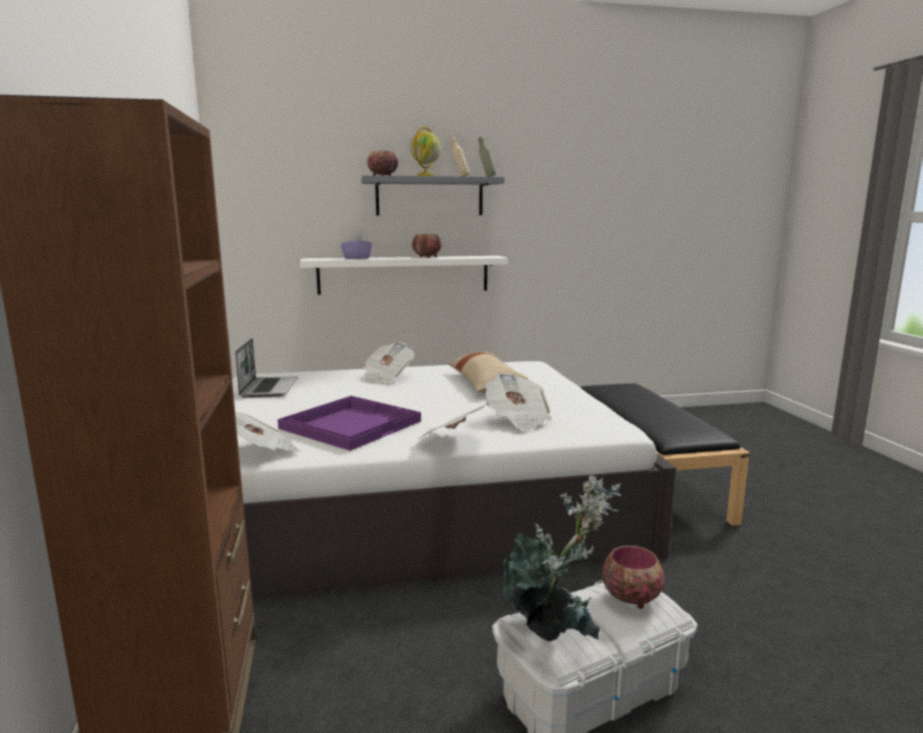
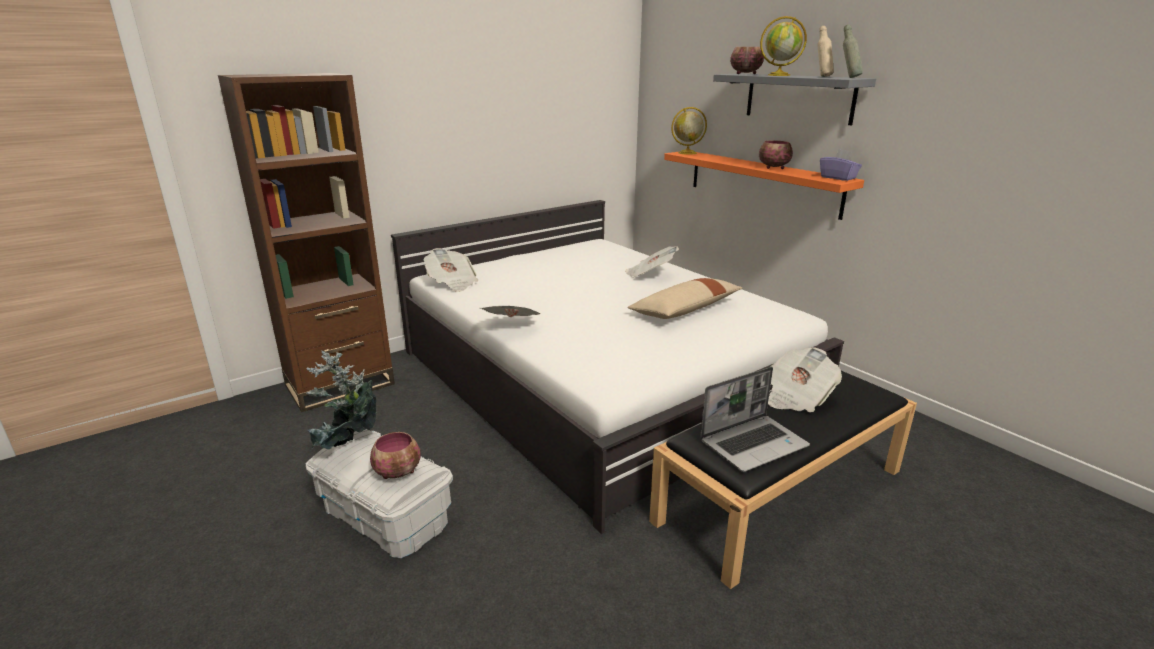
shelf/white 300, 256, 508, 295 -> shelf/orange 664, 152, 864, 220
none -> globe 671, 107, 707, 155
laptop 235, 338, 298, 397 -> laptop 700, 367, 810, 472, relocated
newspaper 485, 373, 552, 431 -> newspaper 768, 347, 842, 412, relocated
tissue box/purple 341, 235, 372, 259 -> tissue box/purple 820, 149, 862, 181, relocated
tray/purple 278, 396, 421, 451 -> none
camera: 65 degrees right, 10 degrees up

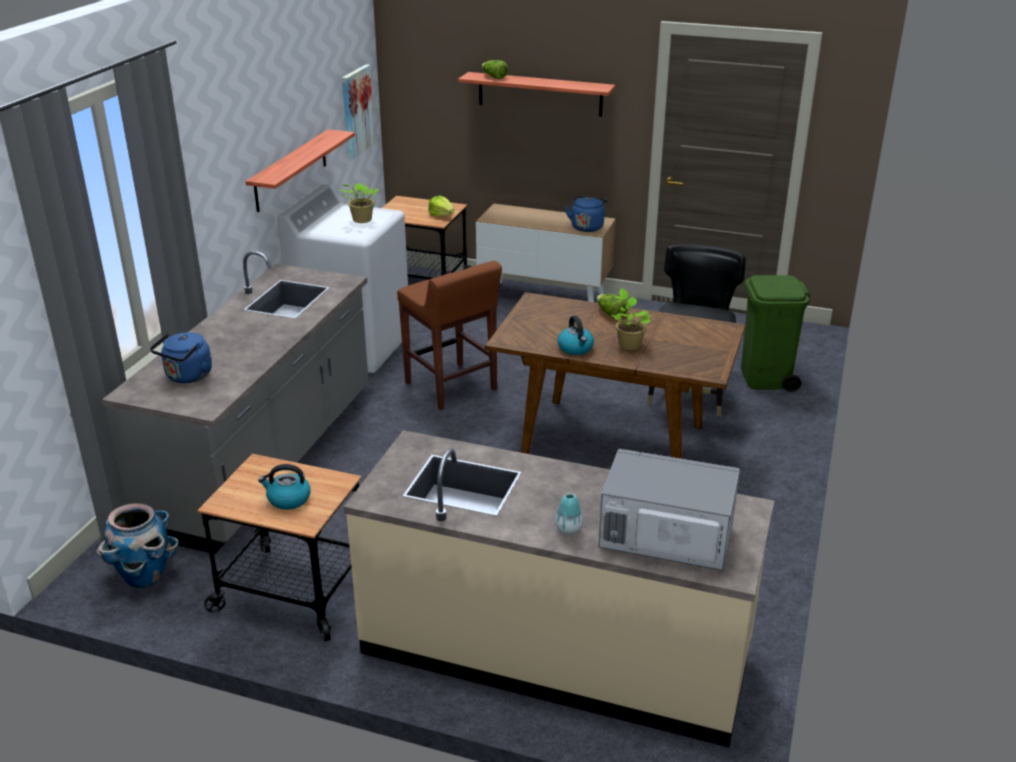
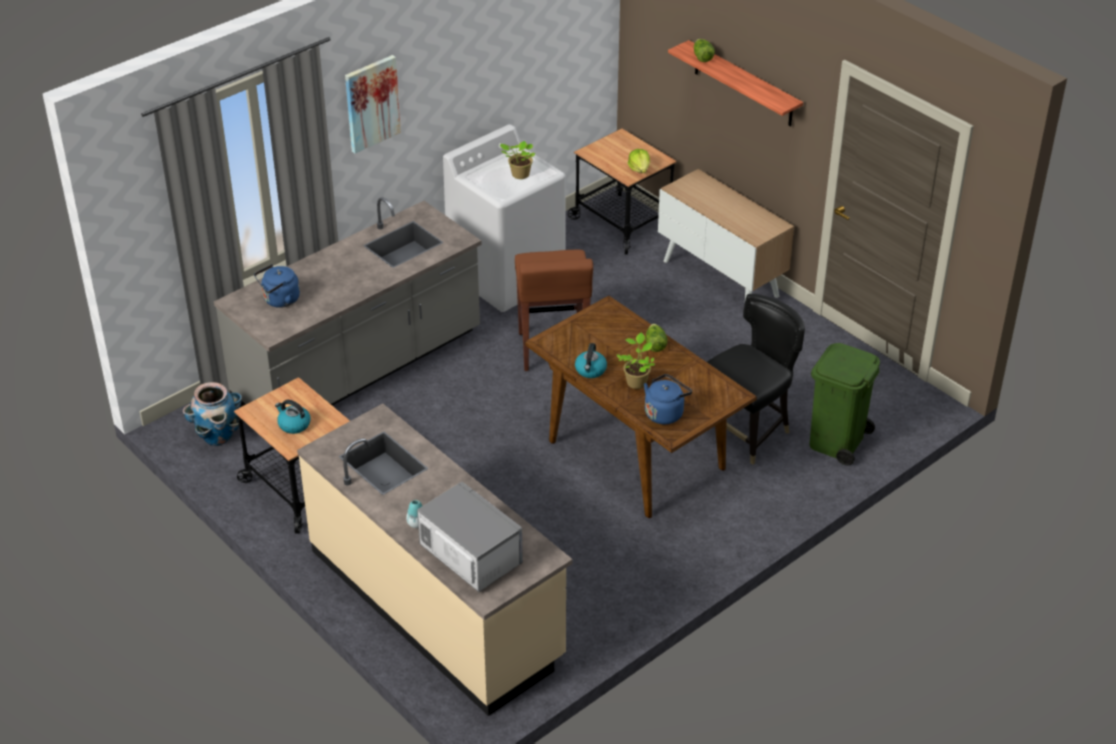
picture 342, 64, 375, 160 -> picture 345, 55, 401, 153, relocated
kettle/blue 565, 196, 607, 232 -> kettle/blue 644, 374, 692, 424, relocated
shelf 245, 129, 355, 212 -> none
camera: 30 degrees right, 10 degrees up

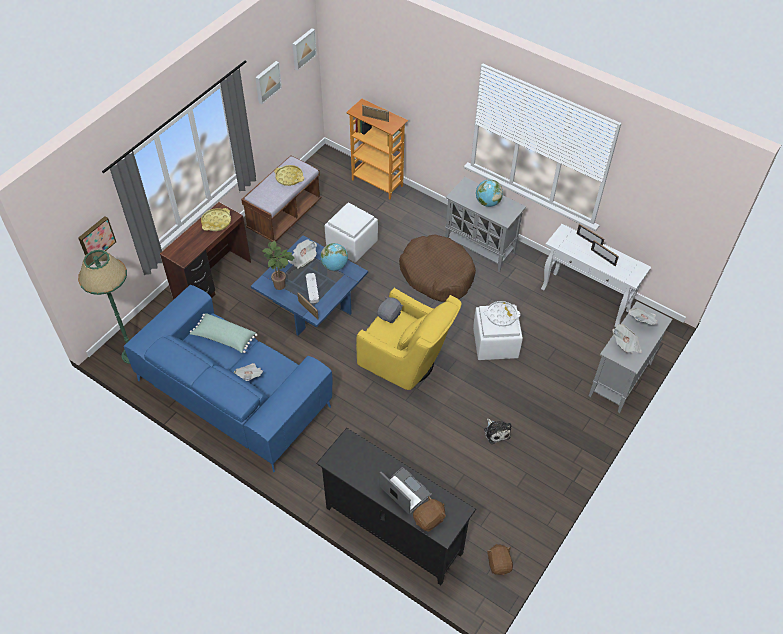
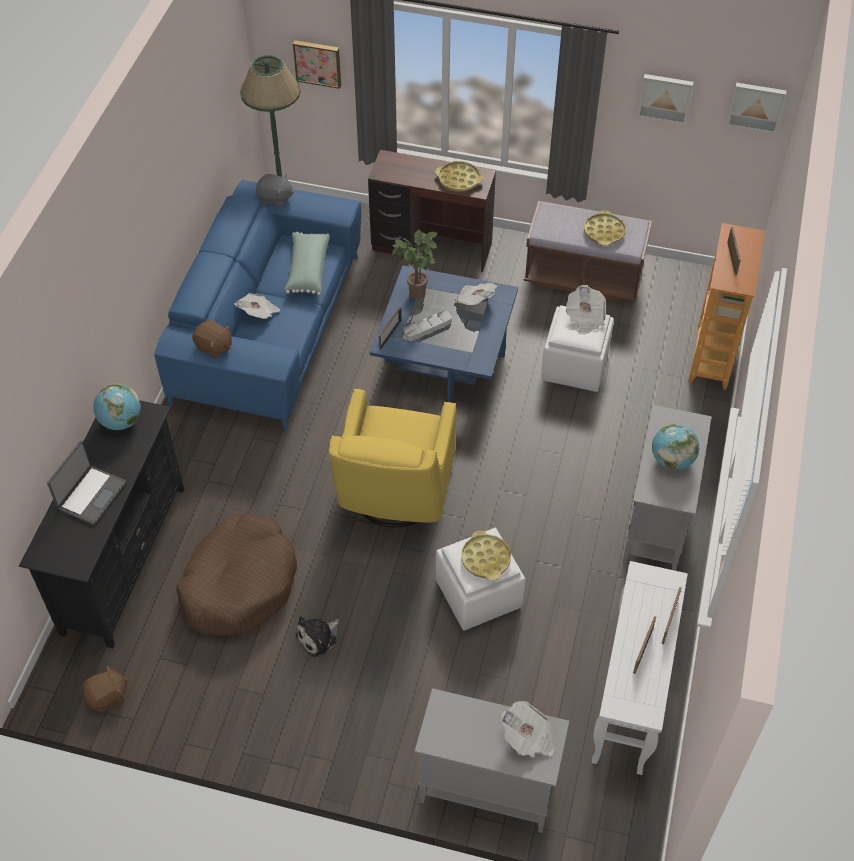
globe 320, 243, 348, 271 -> globe 93, 383, 141, 430, relocated
dog bed/brown 399, 234, 476, 302 -> dog bed/brown 176, 513, 297, 636, relocated
plush toy/brown 413, 496, 446, 532 -> plush toy/brown 192, 320, 232, 359, relocated
plush toy/grey 377, 296, 403, 323 -> plush toy/grey 256, 174, 294, 207, relocated
tray/white 484, 301, 520, 326 -> tray/yellow 461, 531, 511, 581
newspaper 613, 324, 642, 353 -> newspaper 566, 285, 606, 335, relocated
camera: 70 degrees right, 0 degrees up

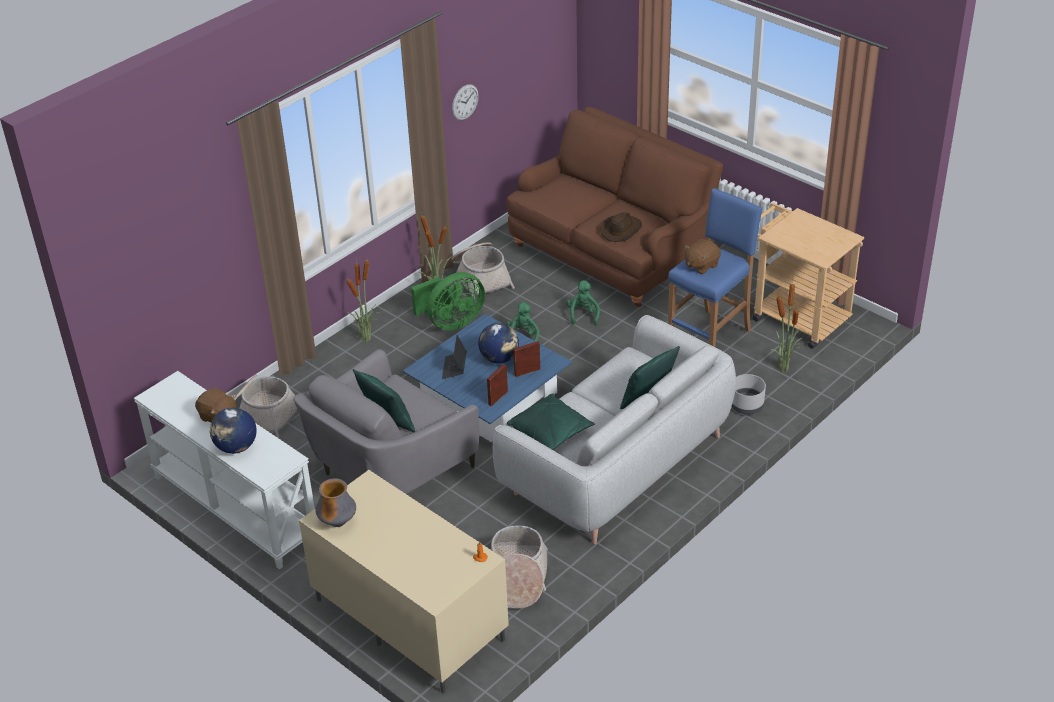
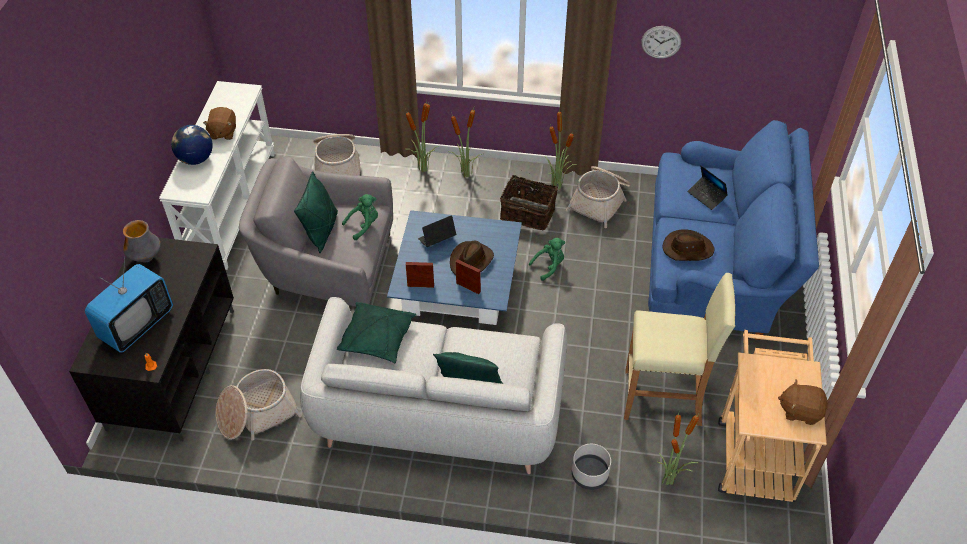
tv stand/beige 299, 470, 509, 694 -> tv stand/black 69, 237, 234, 441
none -> television 85, 257, 173, 353
plush toy/green 566, 280, 600, 325 -> plush toy/green 342, 194, 378, 240, relocated
none -> potted plant 406, 100, 440, 172
globe 478, 323, 519, 364 -> hat/brown 450, 241, 494, 275
fan/green 411, 272, 485, 330 -> basket 500, 170, 558, 230
stool/blue 668, 188, 763, 347 -> stool/beige 624, 273, 735, 426
sofa/brown 507, 107, 723, 307 -> sofa/blue 648, 120, 819, 340
none -> laptop 687, 166, 728, 210
plush toy/brown 685, 239, 721, 274 -> plush toy/brown 778, 379, 828, 425, relocated
camera: 55 degrees right, 10 degrees up

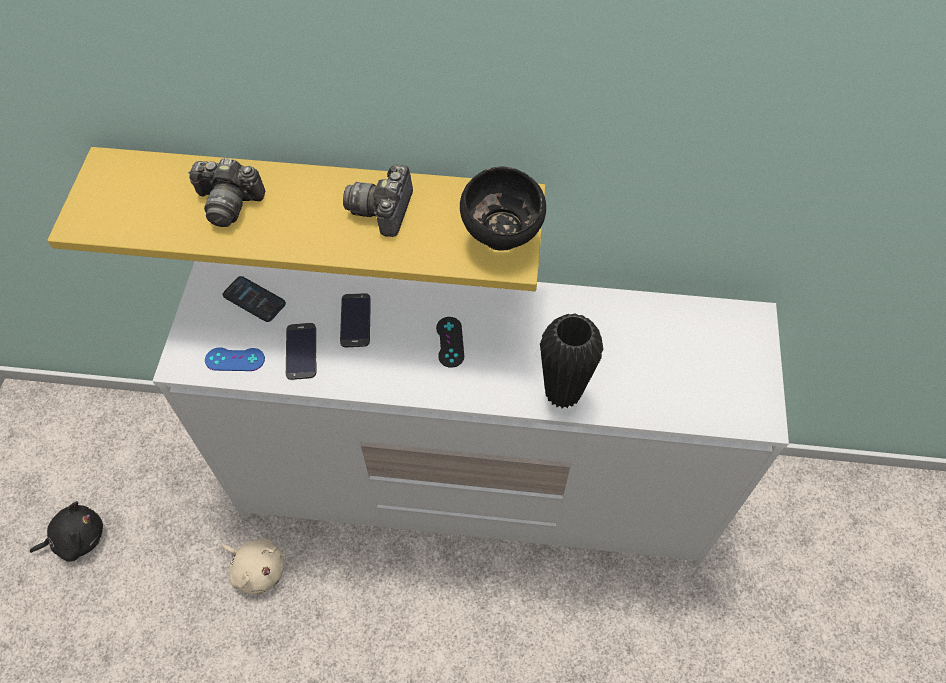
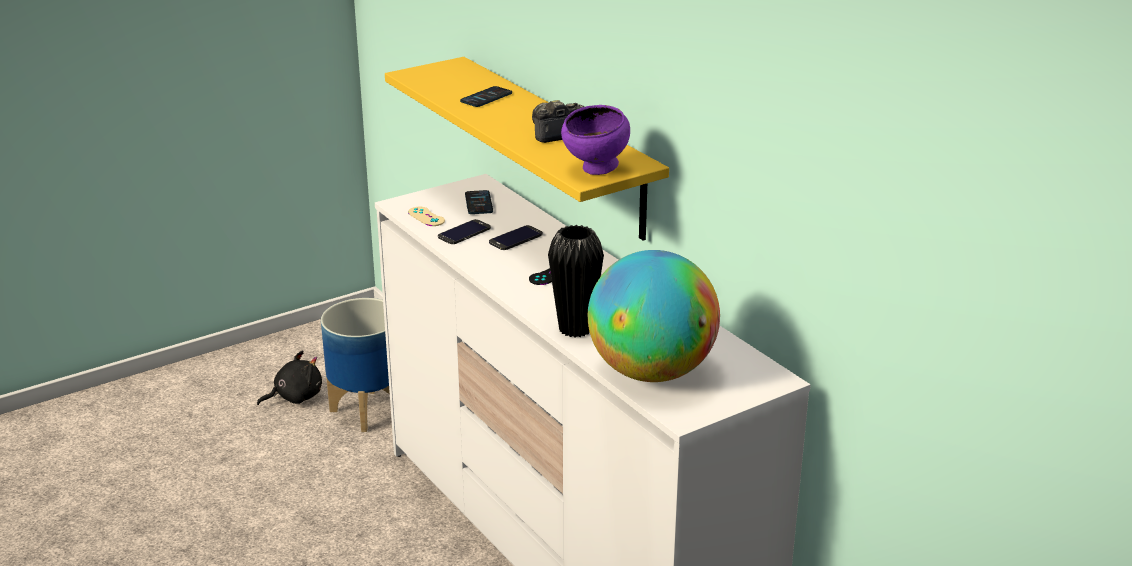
plush toy/black 30, 501, 103, 562 -> plush toy/black 257, 350, 322, 405, 60 degrees counterclockwise
none -> planter 321, 298, 390, 432
game controller/blue 205, 347, 265, 371 -> game controller/beige 408, 207, 445, 226
photo camera 188, 158, 266, 227 -> phone 460, 86, 512, 107
bowl/black 460, 167, 546, 251 -> bowl/purple 561, 105, 630, 175
none -> globe 588, 250, 720, 382
plush toy/beige 222, 539, 284, 595 -> none
camera: 50 degrees right, 30 degrees down

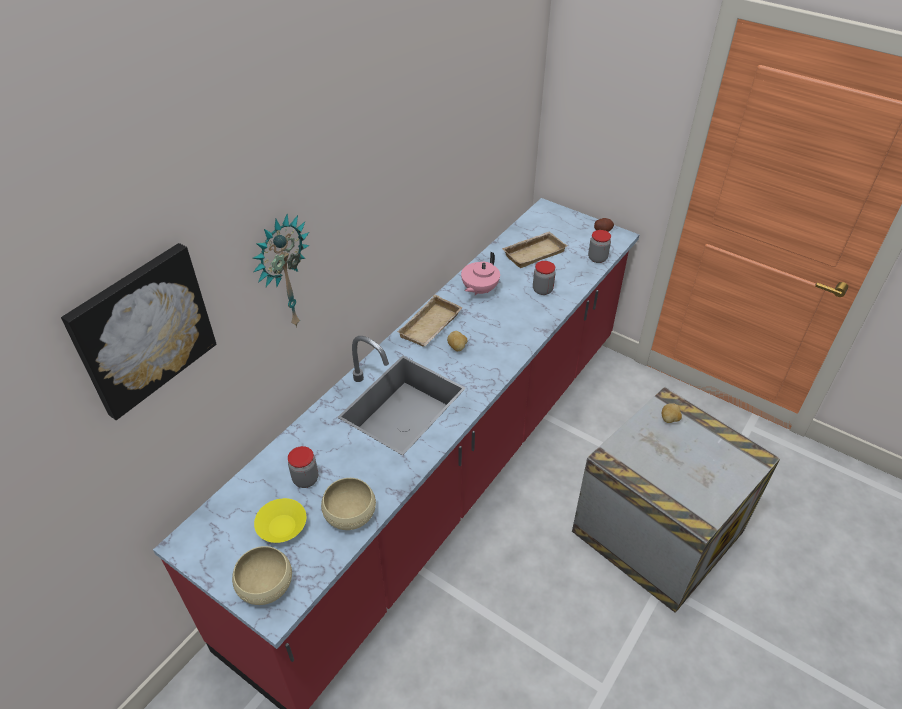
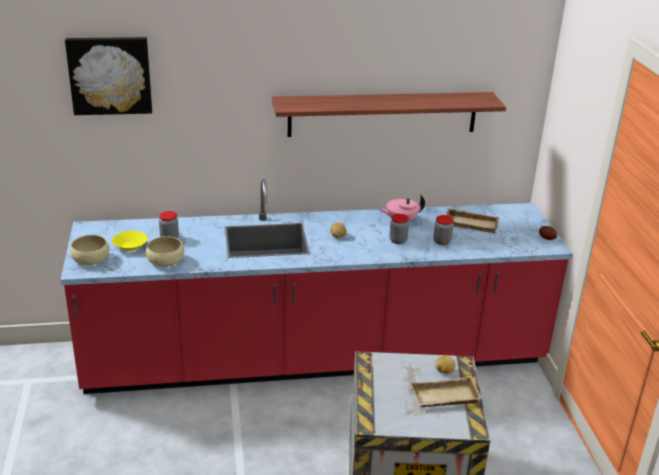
none -> shelf 272, 92, 506, 137
jar 588, 230, 611, 263 -> jar 389, 214, 409, 244, relocated
tray/beige 397, 294, 463, 347 -> tray/beige 410, 376, 482, 407, relocated
wall clock 252, 213, 309, 328 -> none
camera: 45 degrees right, 15 degrees down

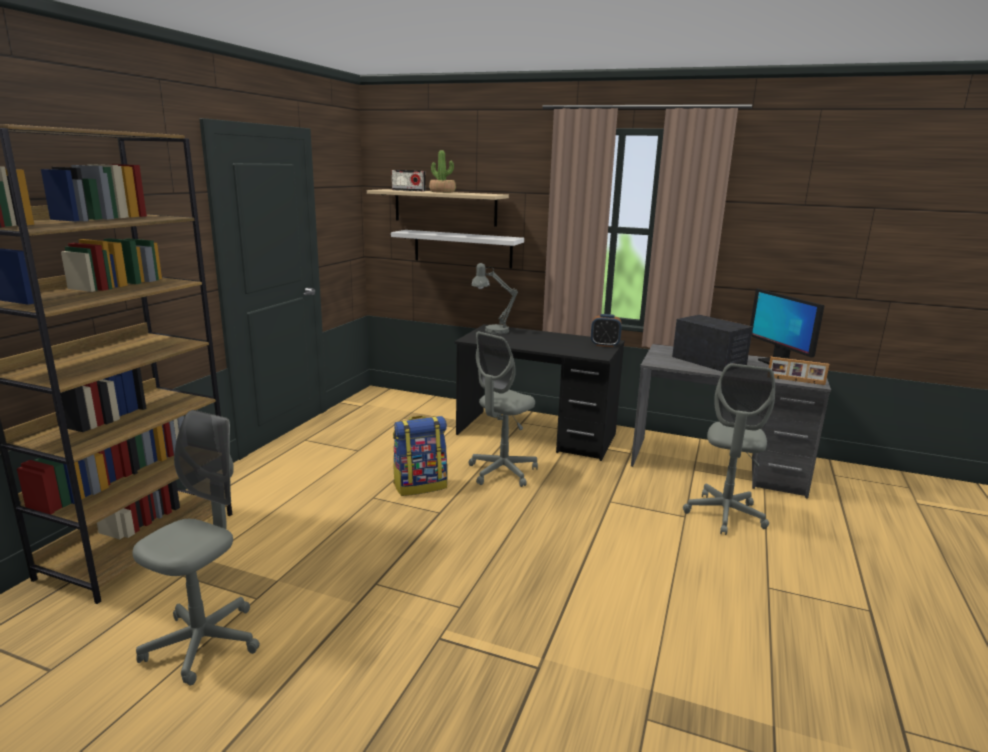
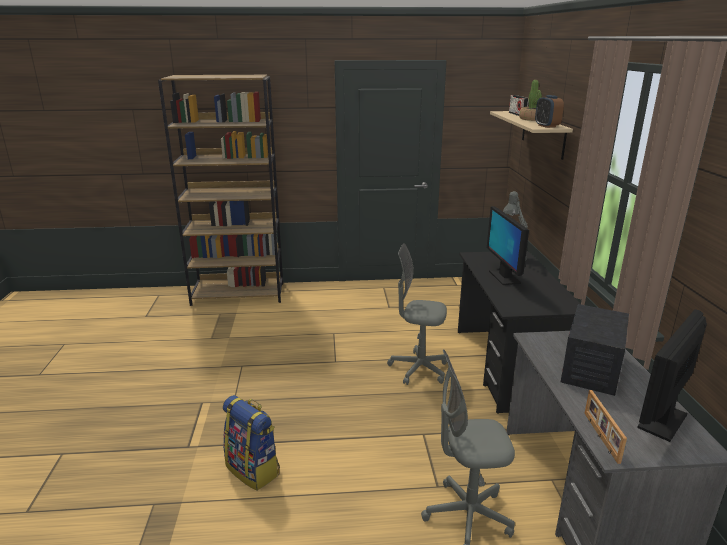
backpack 393, 416, 448, 496 -> backpack 223, 395, 280, 490, relocated
none -> monitor 487, 206, 529, 285
alarm clock 591, 314, 622, 347 -> alarm clock 535, 95, 564, 128, relocated
office chair/grey 133, 410, 260, 686 -> none
shelf/white 391, 230, 524, 268 -> none
camera: 65 degrees right, 5 degrees up

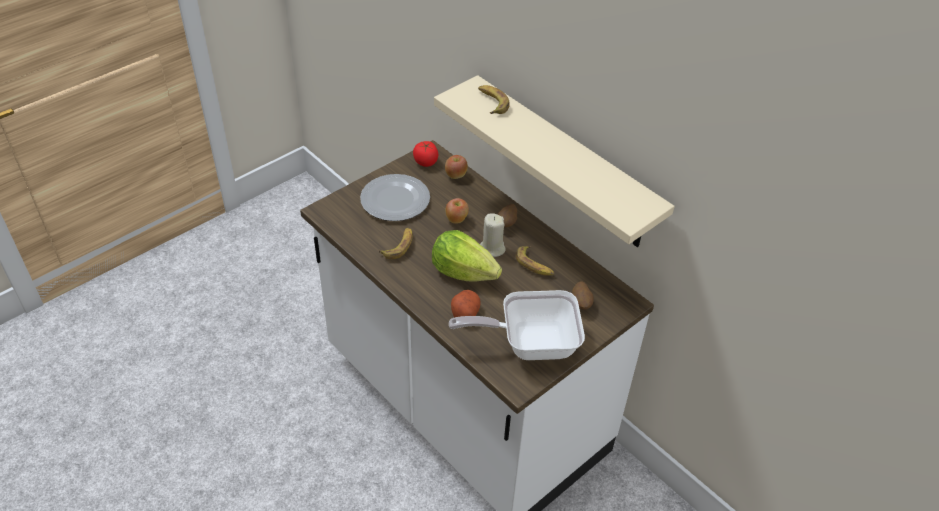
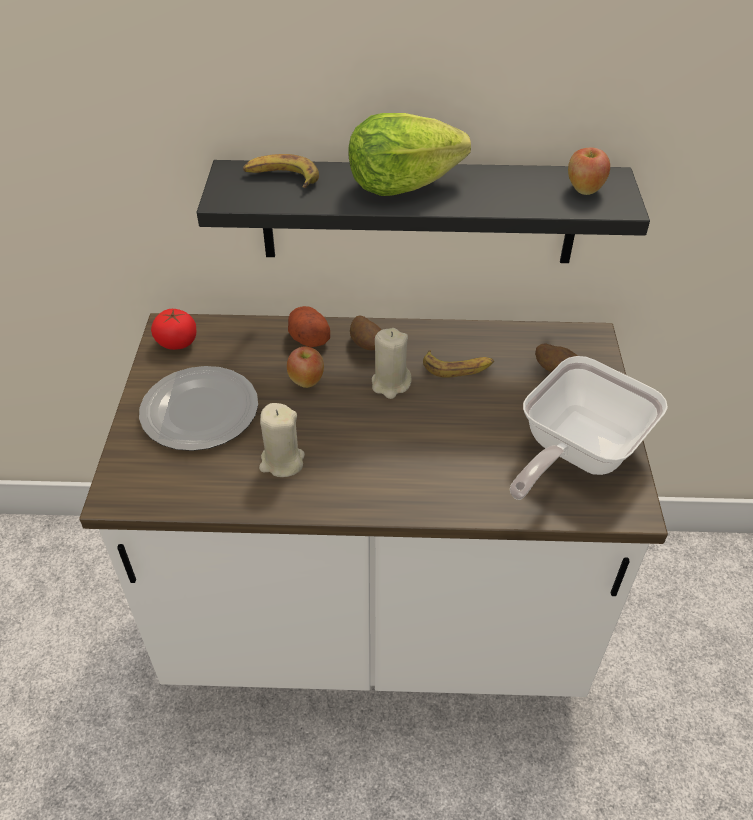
shelf/beige 434, 75, 675, 247 -> shelf/black 197, 160, 650, 263
banana 379, 228, 413, 259 -> candle/beige 259, 403, 305, 477
potato 451, 290, 480, 317 -> potato 288, 306, 330, 347, relocated
lettuce 432, 230, 502, 282 -> lettuce 348, 113, 471, 196, relocated
apple 445, 155, 468, 179 -> apple 568, 147, 610, 195, relocated
camera: 45 degrees left, 0 degrees up

